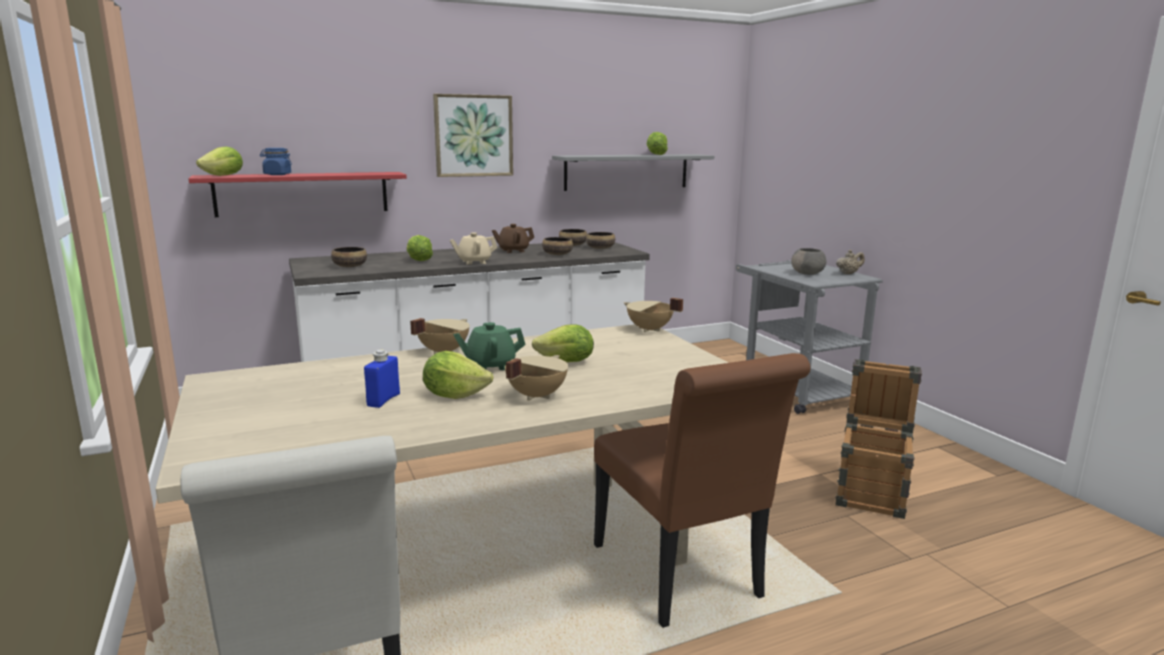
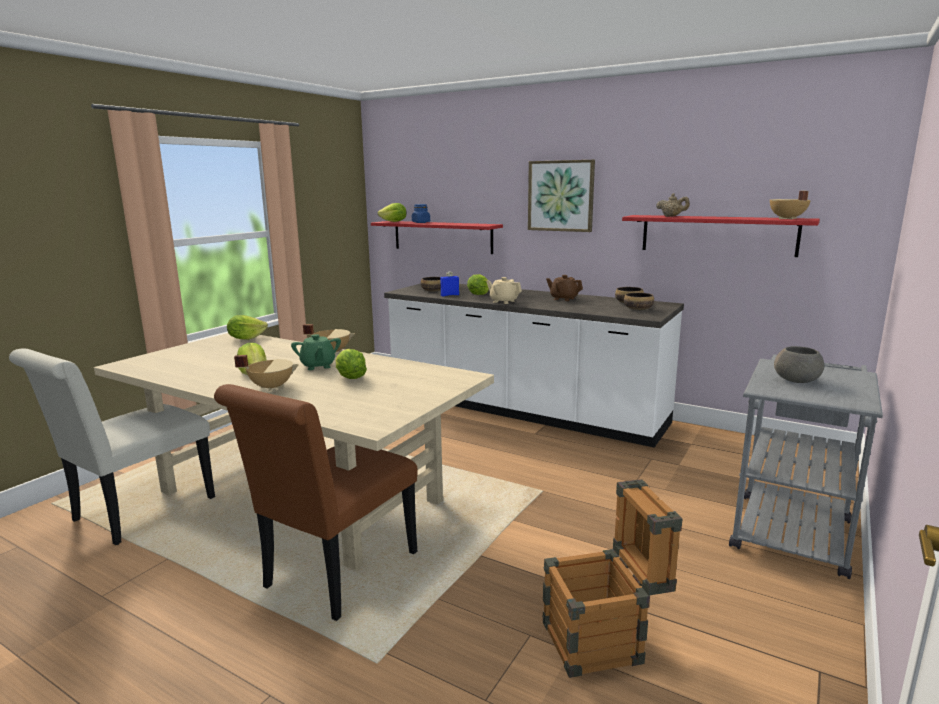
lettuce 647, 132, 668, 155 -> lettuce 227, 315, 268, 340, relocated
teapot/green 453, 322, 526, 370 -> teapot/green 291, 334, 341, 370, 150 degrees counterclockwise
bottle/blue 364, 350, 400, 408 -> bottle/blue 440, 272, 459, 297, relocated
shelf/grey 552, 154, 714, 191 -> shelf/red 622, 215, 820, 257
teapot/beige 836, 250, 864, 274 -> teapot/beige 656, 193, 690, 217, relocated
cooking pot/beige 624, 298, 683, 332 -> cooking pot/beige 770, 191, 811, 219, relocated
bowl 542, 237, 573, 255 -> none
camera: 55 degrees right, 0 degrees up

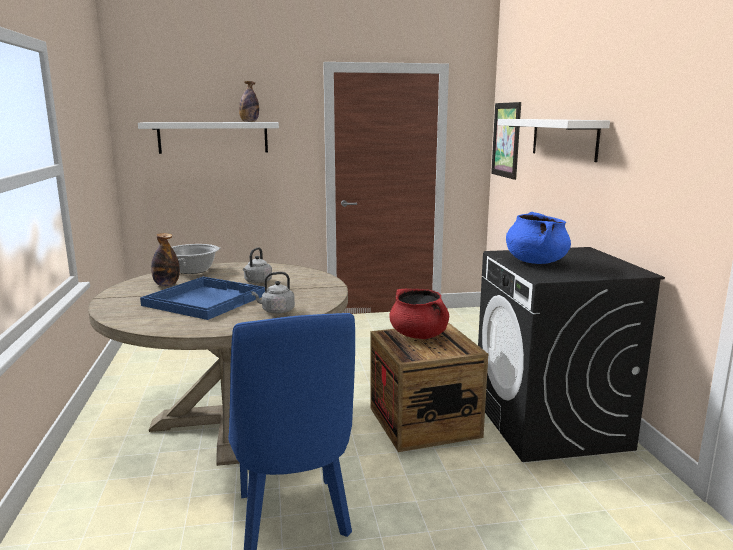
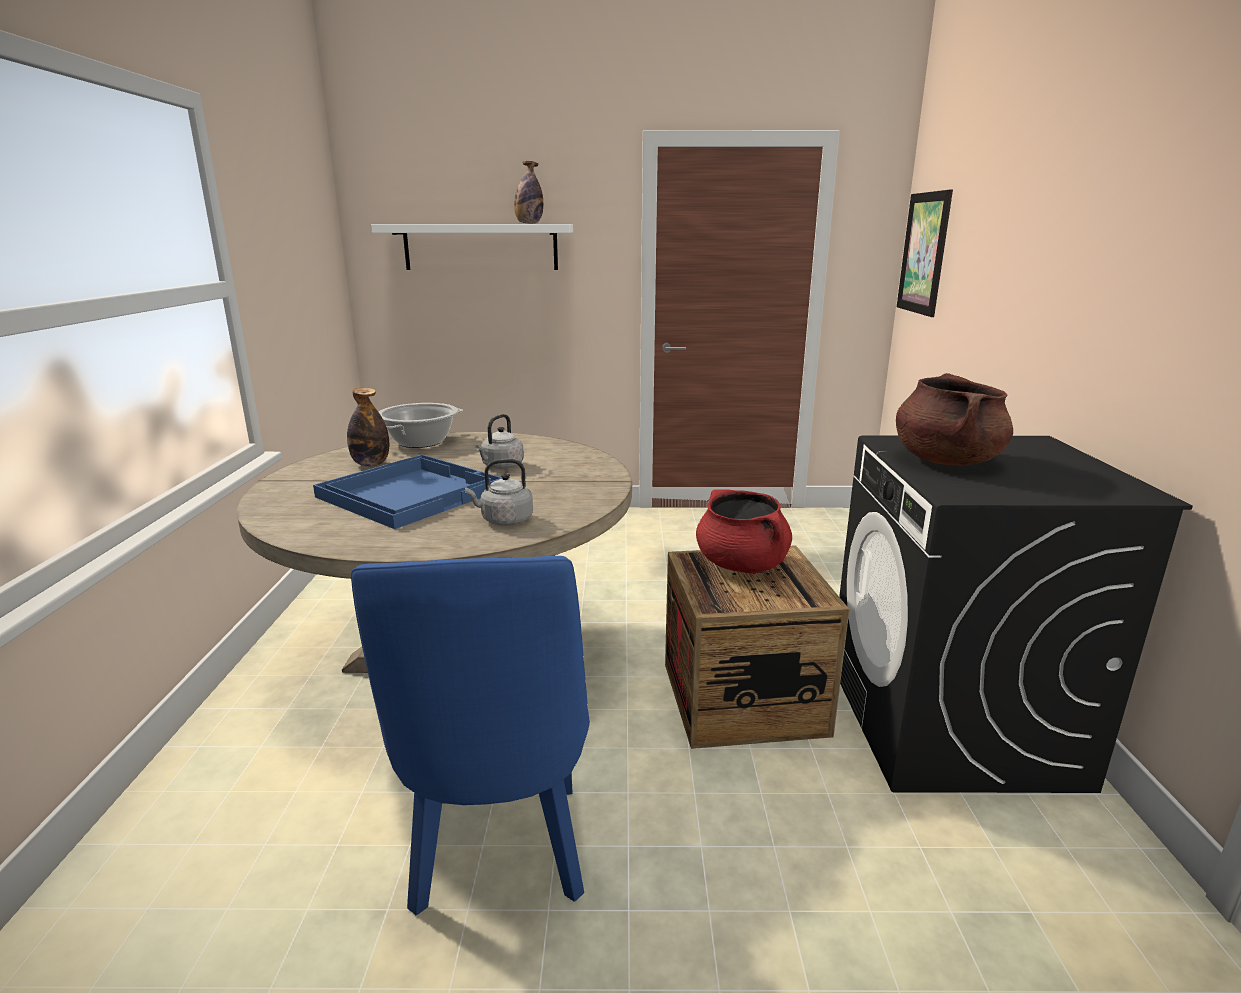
cooking pot/blue 506, 212, 571, 264 -> cooking pot/brown 896, 373, 1013, 466
shelf/white 498, 119, 610, 162 -> none
camera: 10 degrees right, 5 degrees up

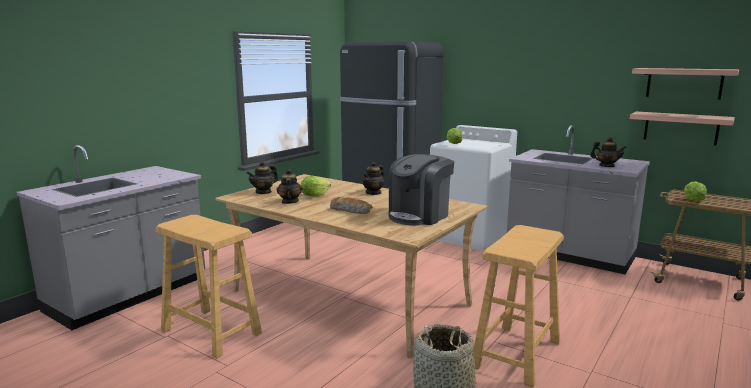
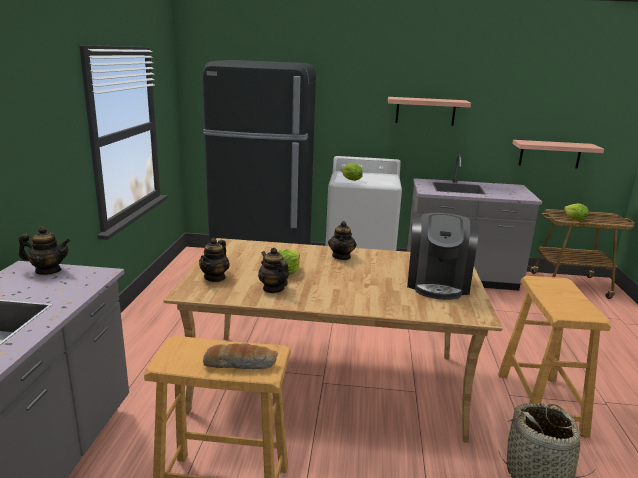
teapot 590, 137, 627, 167 -> teapot 19, 226, 70, 275, relocated
bread 330, 197, 372, 214 -> bread 203, 343, 278, 369, relocated
shelf 632, 68, 739, 100 -> shelf 388, 97, 471, 126, relocated
camera: 30 degrees left, 5 degrees up

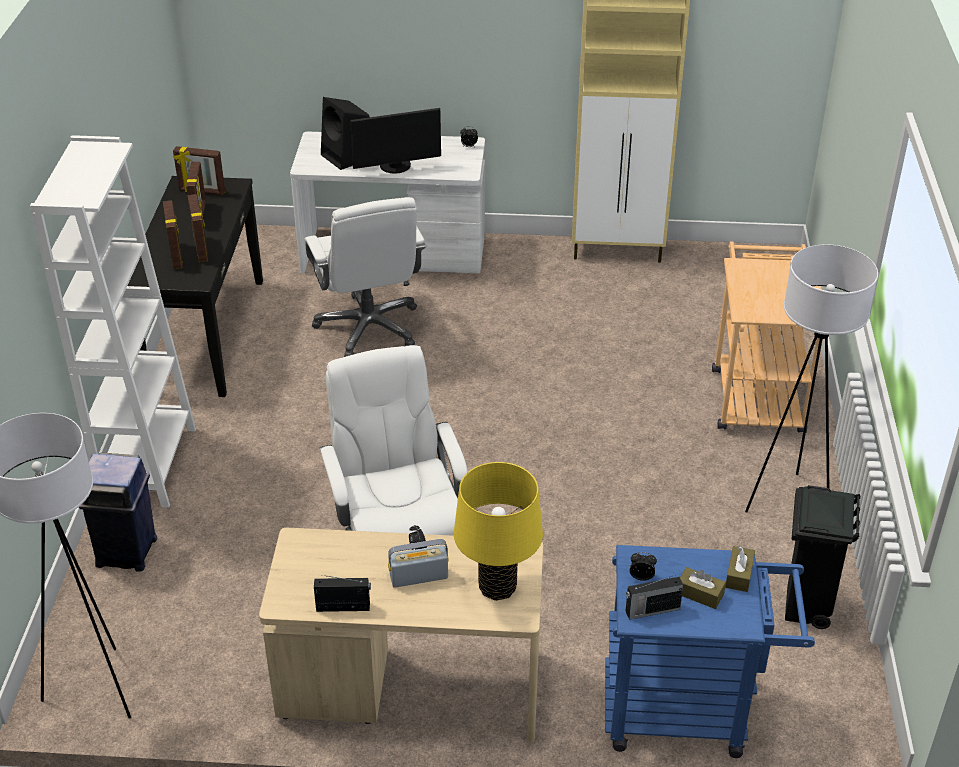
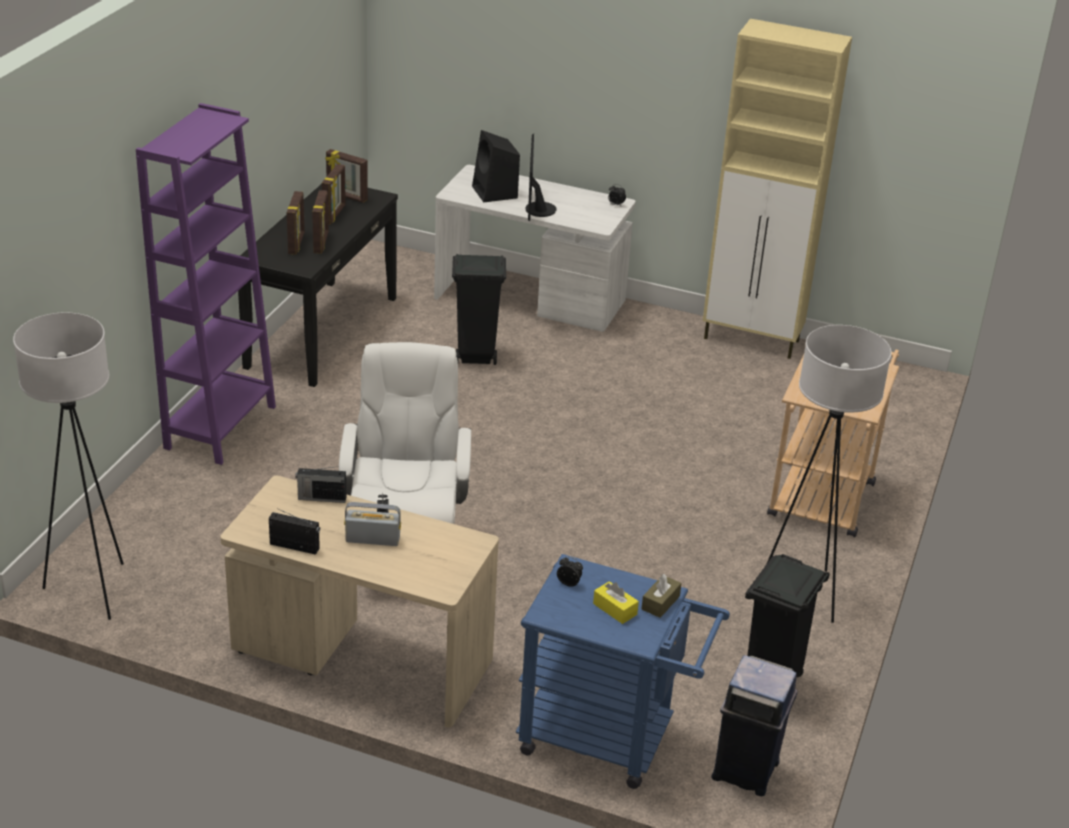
bookcase/white 30, 135, 196, 508 -> bookcase/purple 136, 103, 276, 465
radio 626, 575, 683, 620 -> radio 295, 466, 346, 503, relocated
office chair/white 305, 197, 426, 357 -> trash can/black 452, 254, 506, 365
monitor 350, 108, 441, 174 -> monitor 526, 134, 557, 221, 90 degrees clockwise
tissue box/brown 680, 567, 726, 609 -> tissue box/yellow 593, 581, 639, 624
trash can/blue 79, 452, 157, 571 -> trash can/blue 711, 655, 798, 796, relocated
table lamp/yellow 454, 462, 543, 601 -> none
camera: 15 degrees right, 5 degrees down

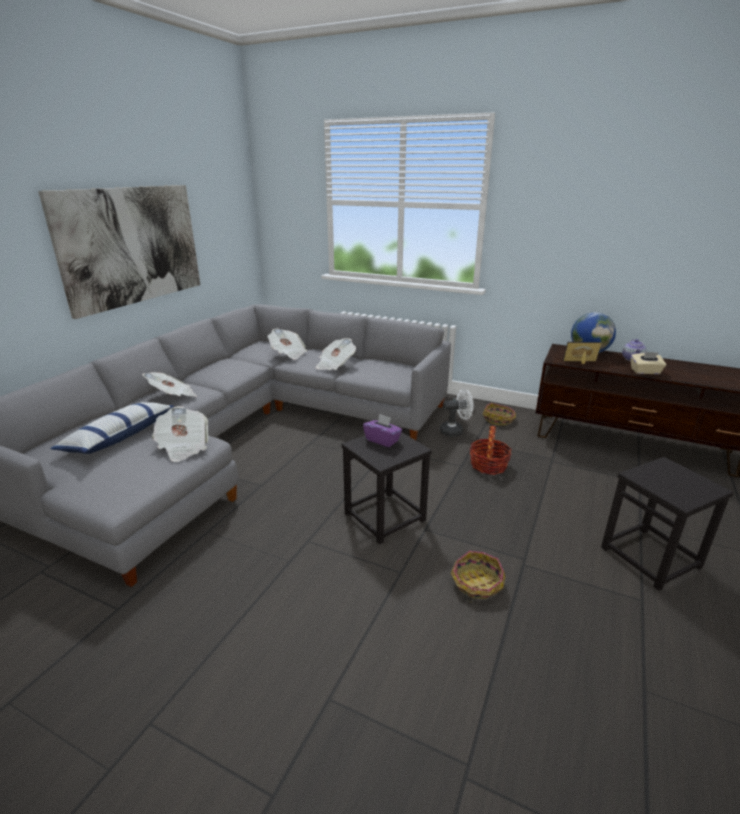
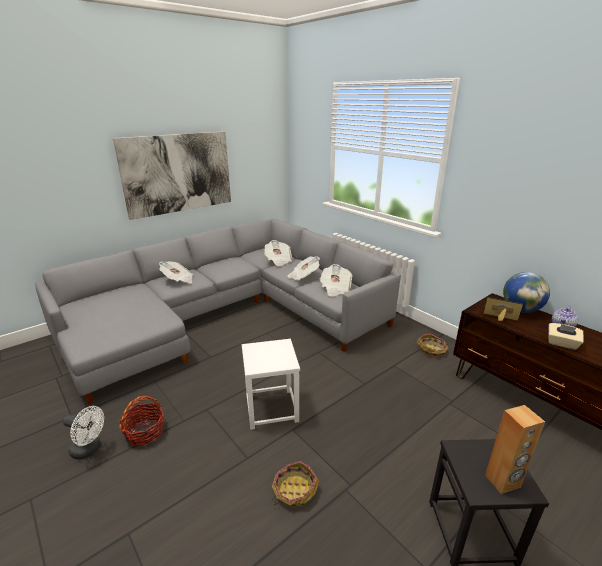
fan/white 440, 389, 474, 437 -> fan/white 63, 406, 104, 460, relocated
basket 470, 426, 511, 475 -> basket 119, 395, 164, 446, relocated
stool/black 341, 432, 432, 545 -> stool/white 242, 339, 300, 430
newspaper 152, 406, 208, 462 -> newspaper 320, 264, 352, 296, relocated
none -> speaker/brown 485, 405, 545, 494
pillow 50, 402, 175, 454 -> none
tissue box/purple 363, 413, 402, 447 -> none
camera: 25 degrees right, 0 degrees up

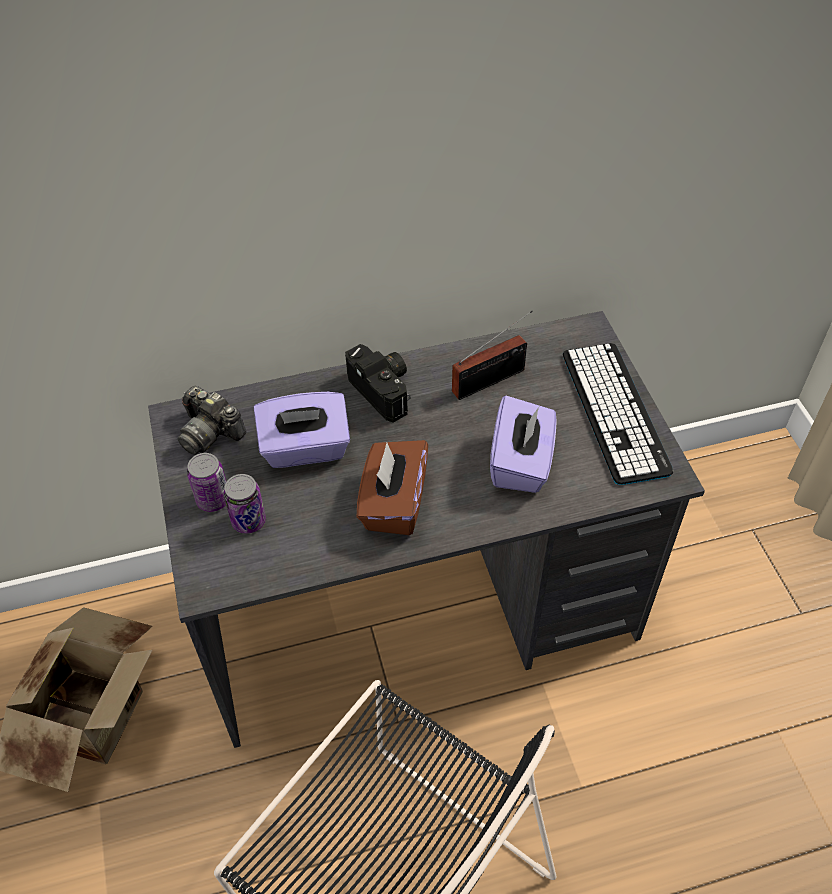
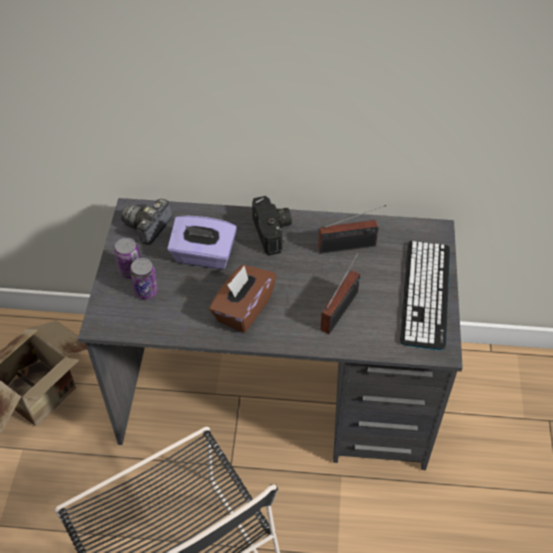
photo camera 178, 386, 247, 455 -> photo camera 121, 199, 172, 245, 60 degrees clockwise
tissue box/purple 490, 396, 557, 493 -> radio 321, 251, 360, 334
camera: 20 degrees right, 0 degrees up

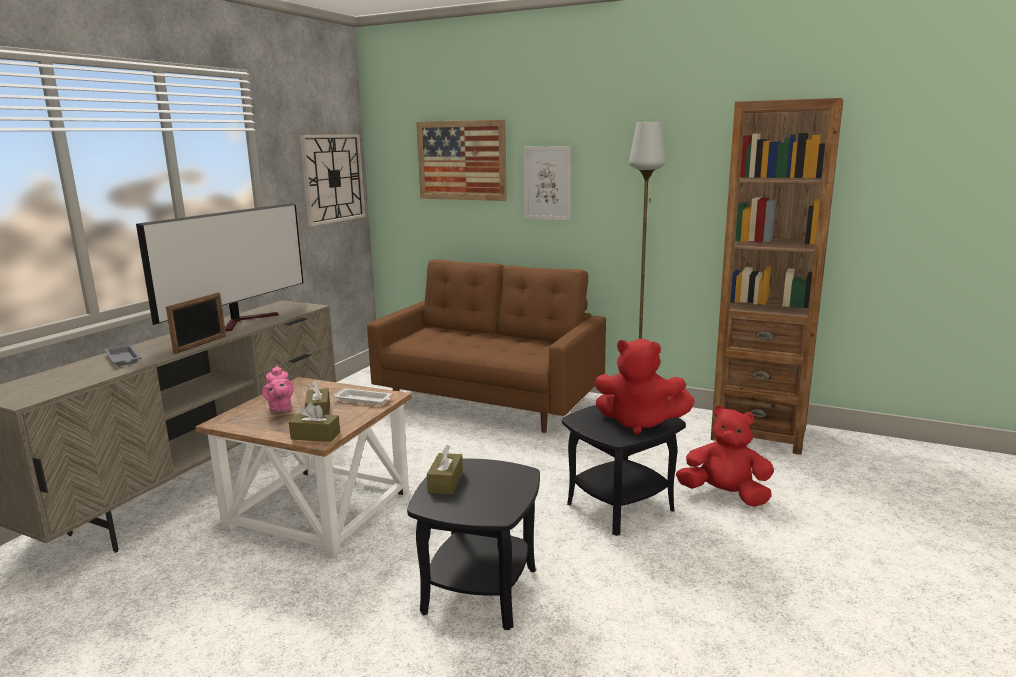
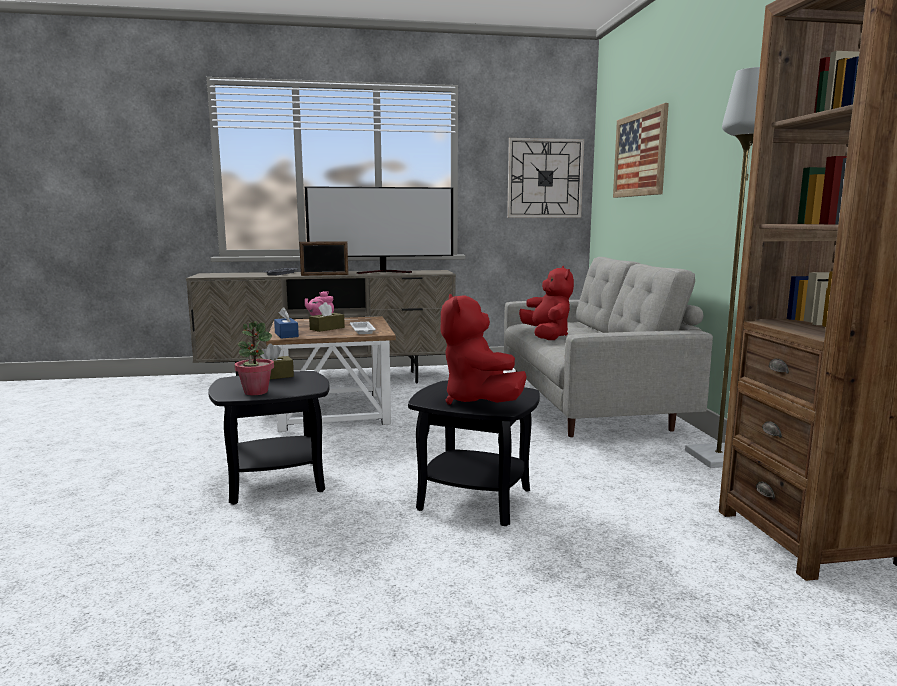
none -> potted plant 234, 321, 274, 395
tissue box/brown 289, 402, 340, 442 -> tissue box/blue 274, 307, 299, 339
sofa/brown 367, 259, 606, 433 -> sofa/grey 504, 257, 713, 437
plush toy/red 676, 405, 774, 507 -> plush toy/red 519, 266, 574, 340, relocated
picture 524, 146, 571, 221 -> none
camera: 55 degrees right, 5 degrees down

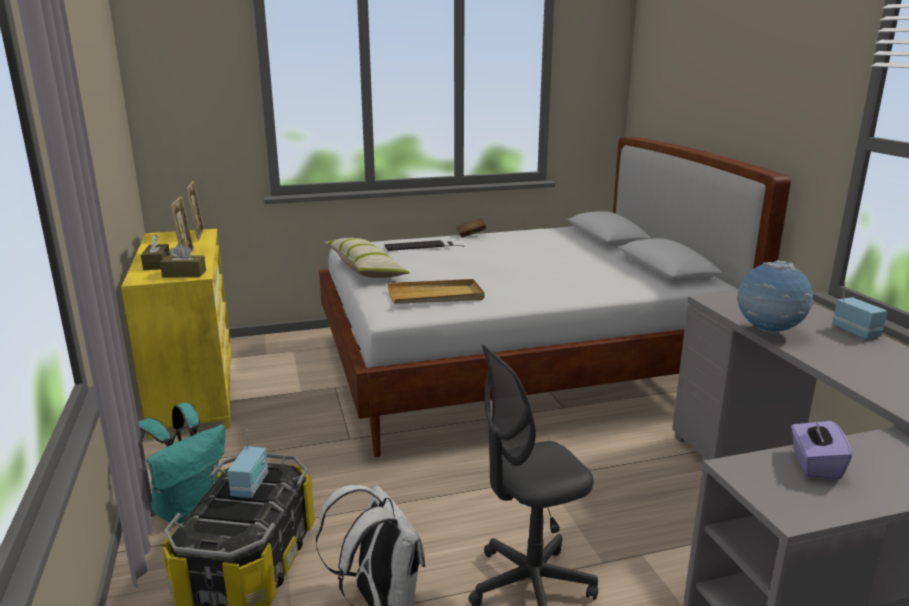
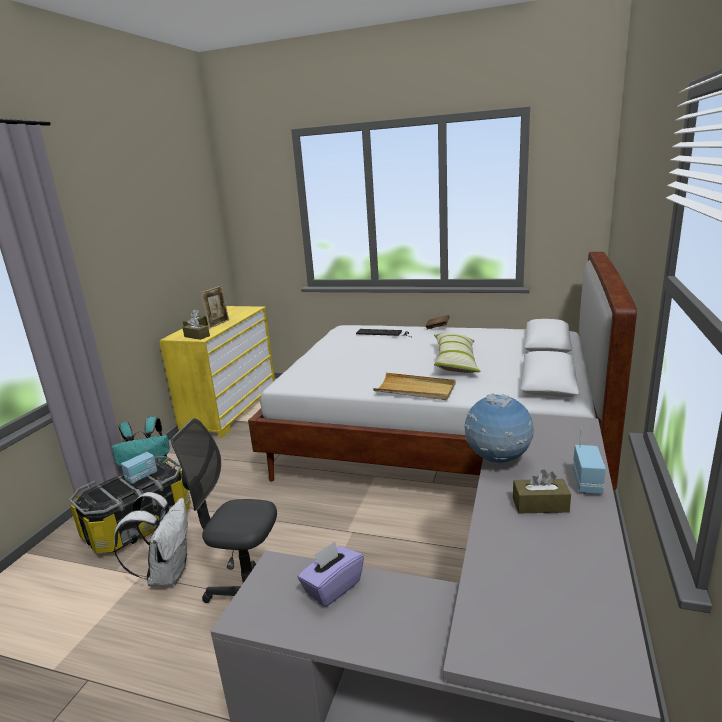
tray/beige 387, 279, 484, 304 -> tray/beige 373, 373, 456, 400, relocated
pillow 324, 238, 410, 278 -> pillow 434, 333, 481, 373, relocated
none -> tissue box/brown 513, 469, 571, 513
picture frame 186, 181, 205, 240 -> none
camera: 35 degrees right, 0 degrees up

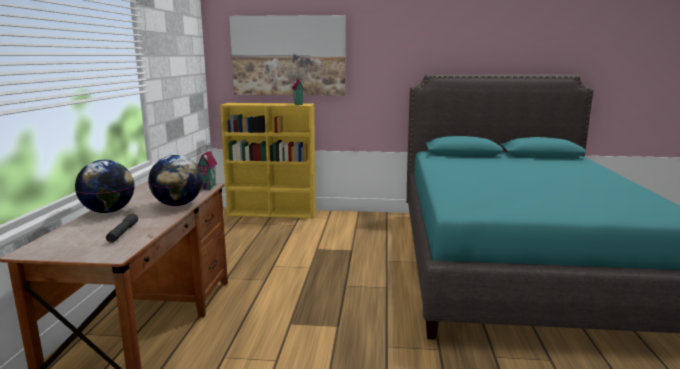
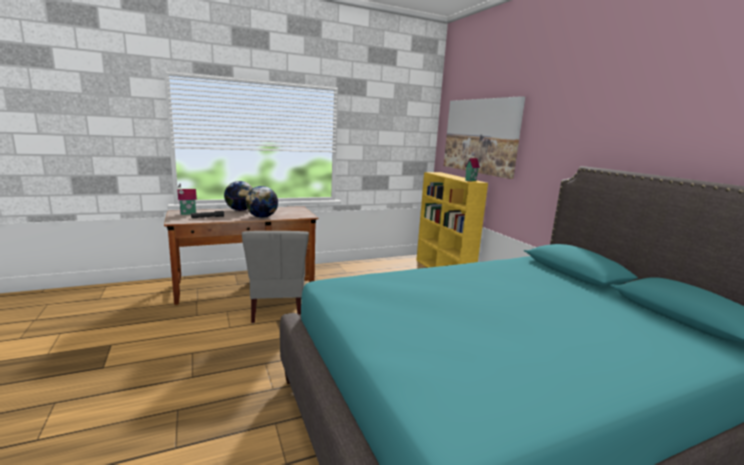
toy house 198, 145, 217, 190 -> toy house 177, 183, 197, 215, relocated
none -> chair/grey 242, 231, 309, 323
camera: 60 degrees right, 0 degrees up

